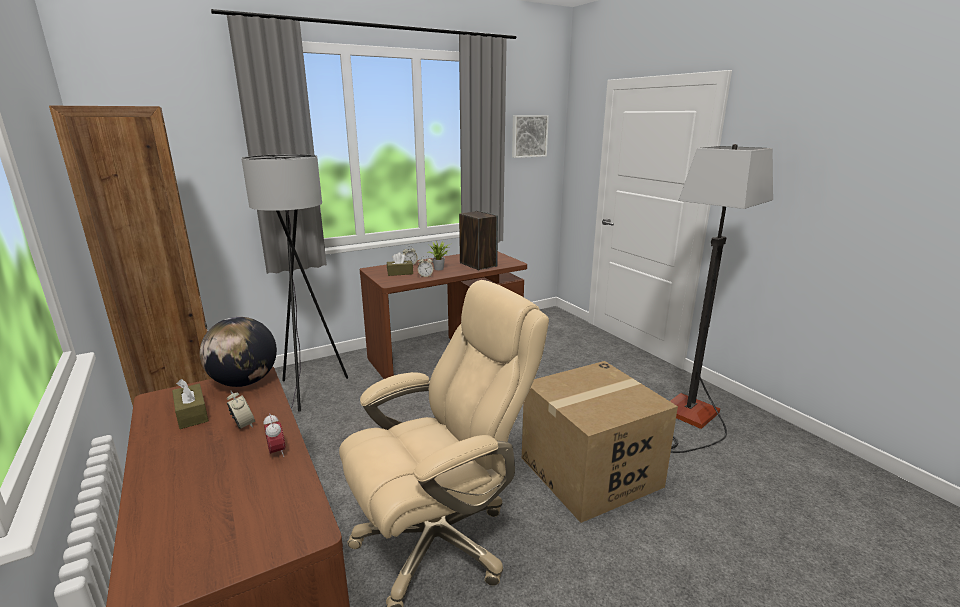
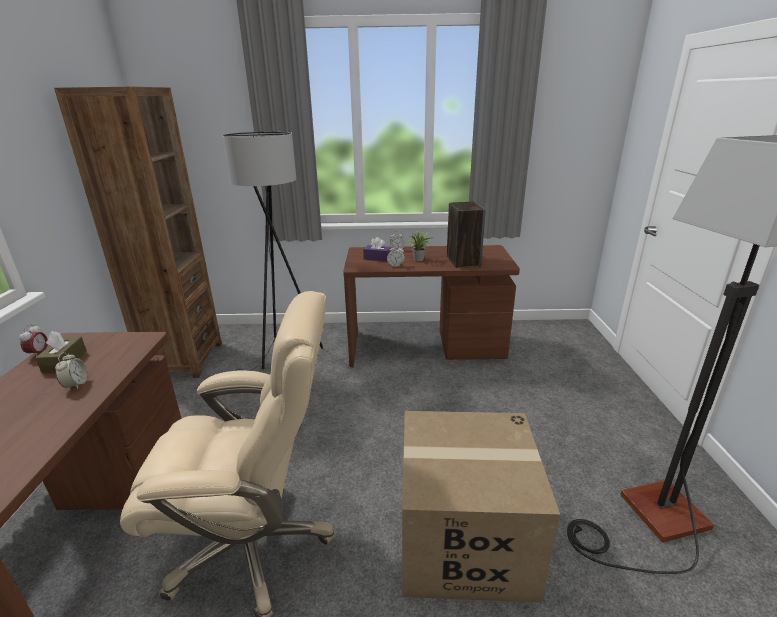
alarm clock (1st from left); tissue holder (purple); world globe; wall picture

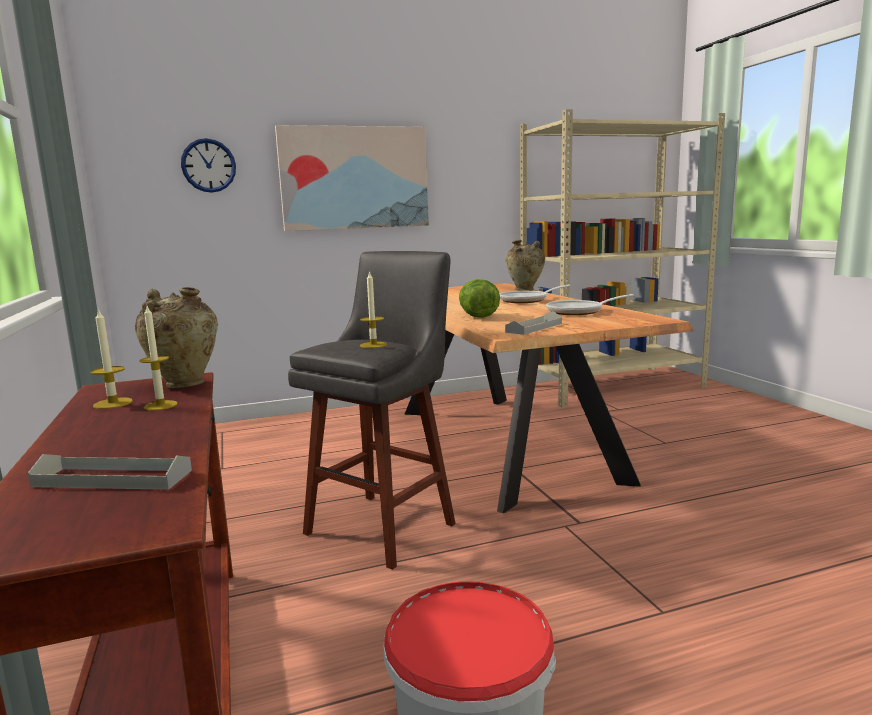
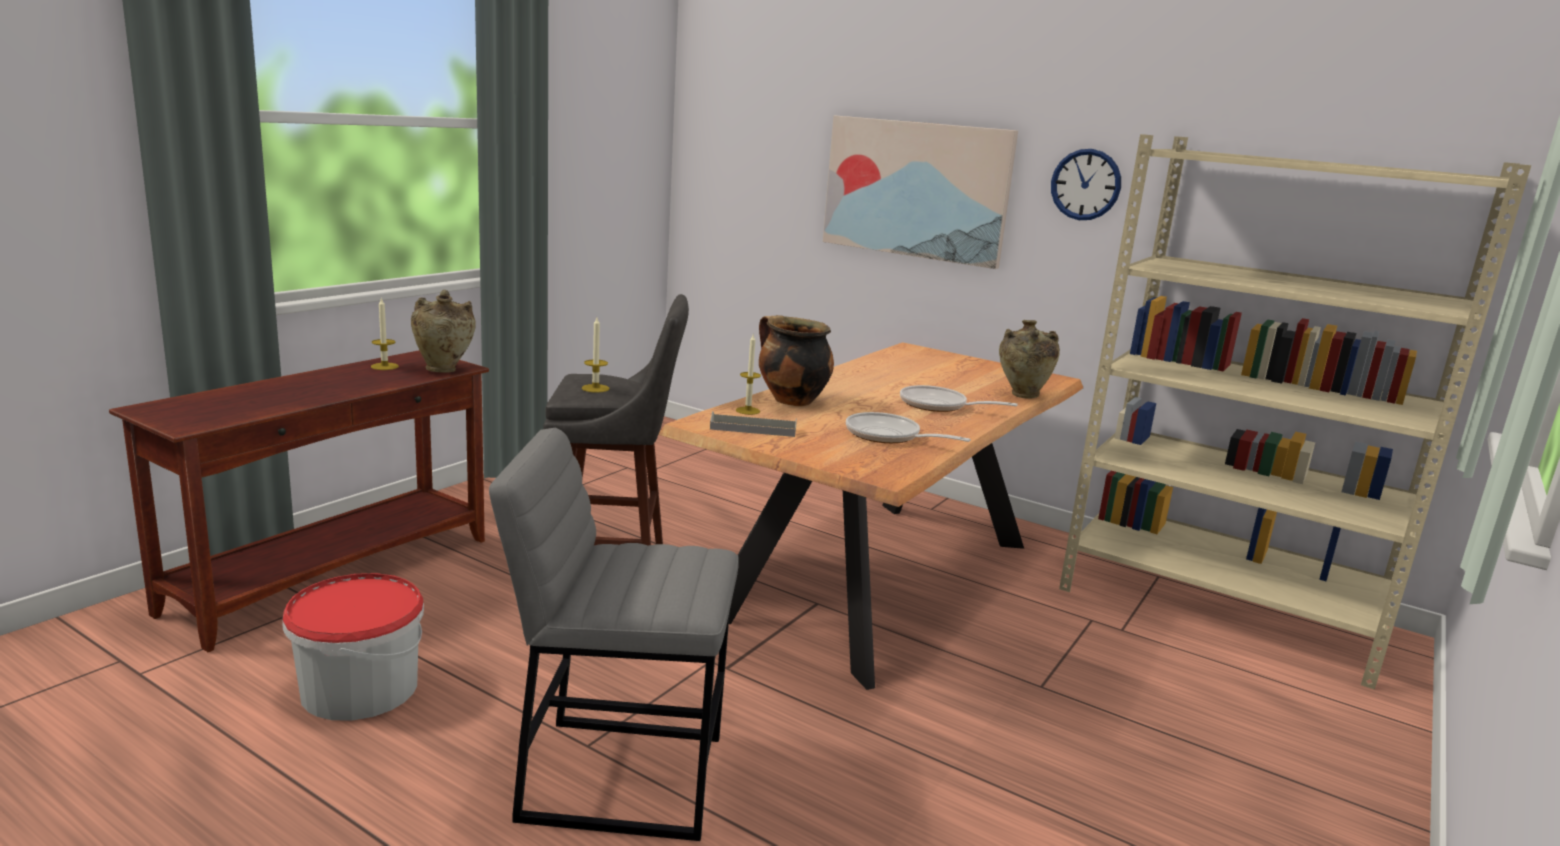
upright chair (gray); candle (3rd from left); saucepot; hanging clock; serving tray (gray) (1st from left in the first image)

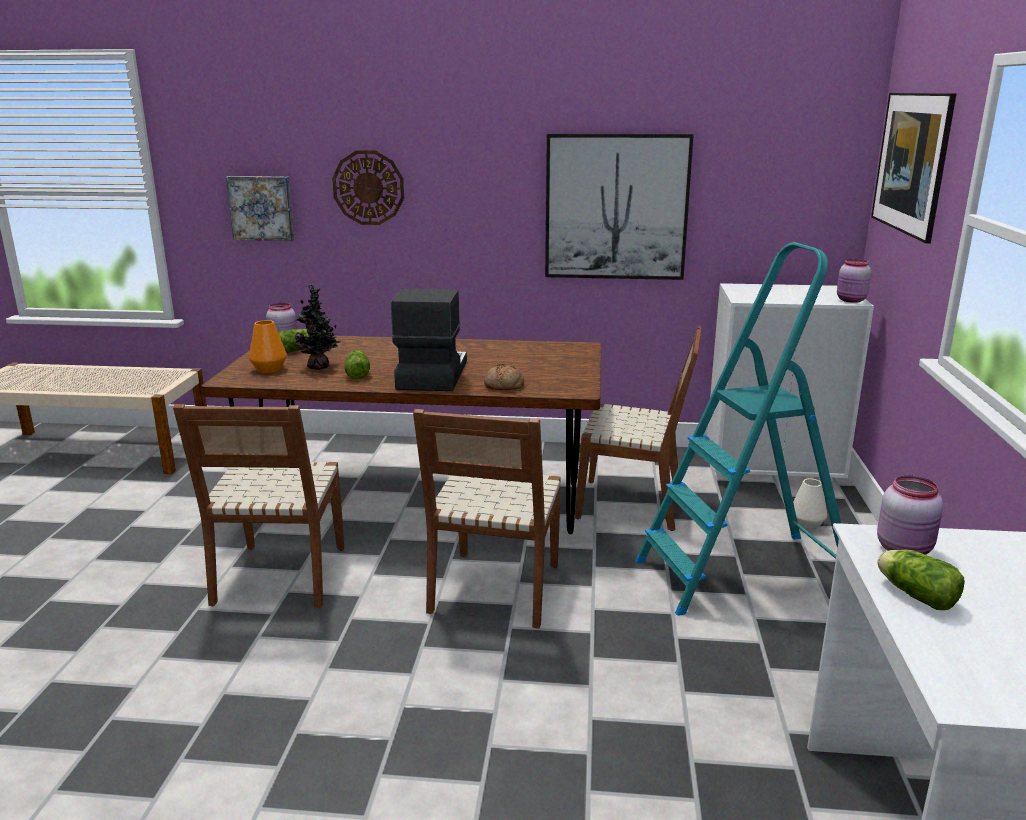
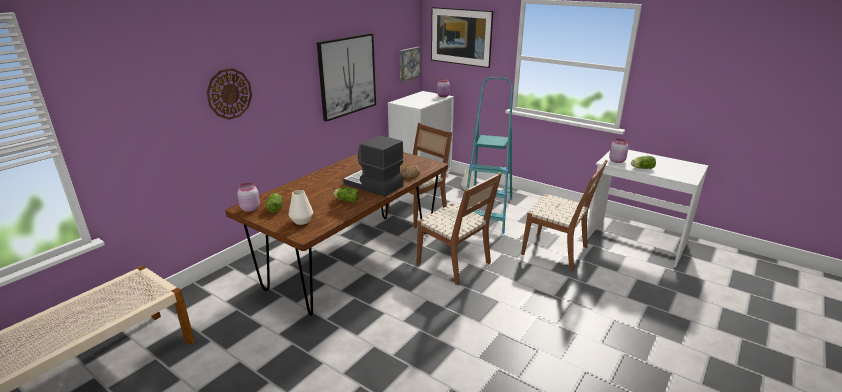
flower vase (whitish) (1st from left); wall picture (2nd from left); upright chair (3rd from left); plant in a pot

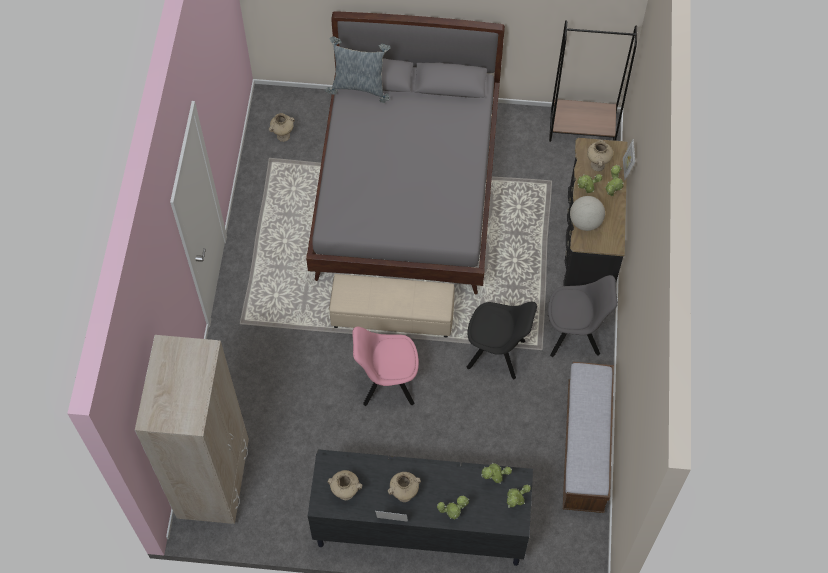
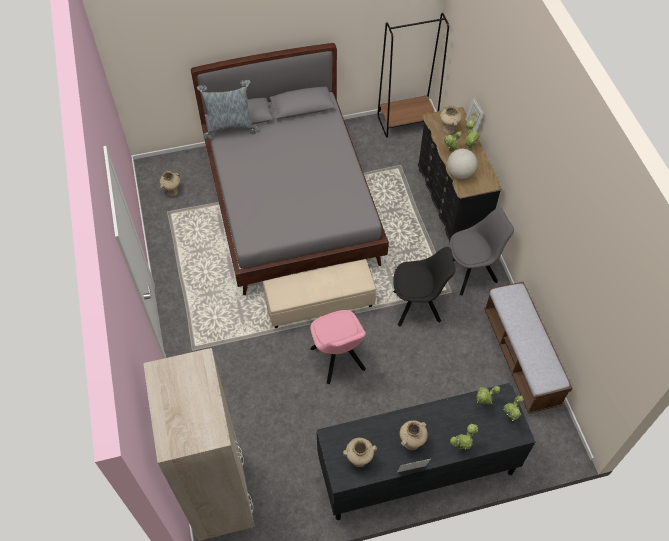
upright chair (pink)

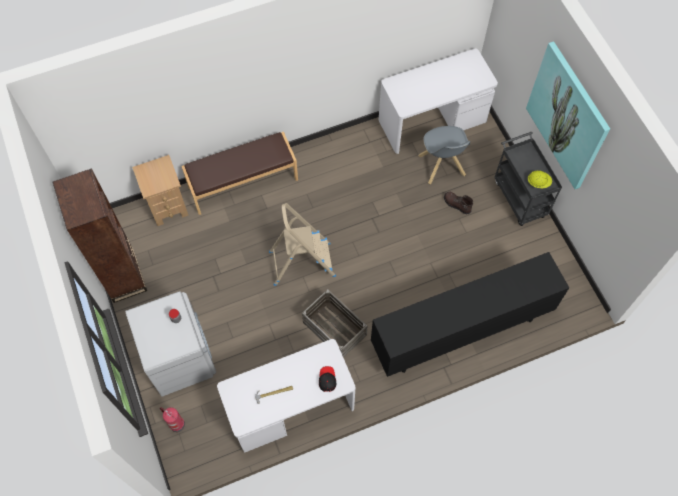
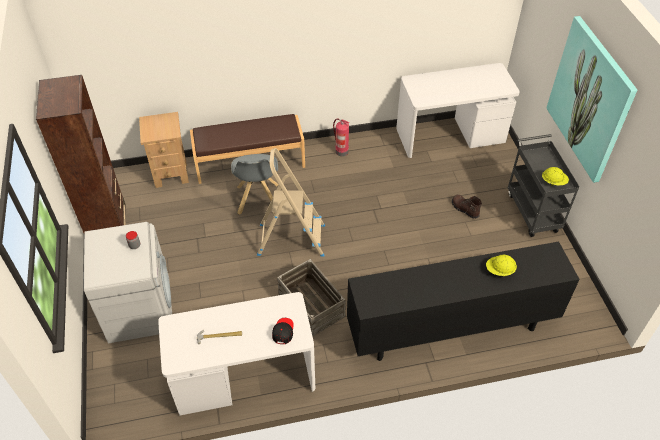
upright chair (gray); fire extinguisher; safety helmet (yellow) (1st from left)

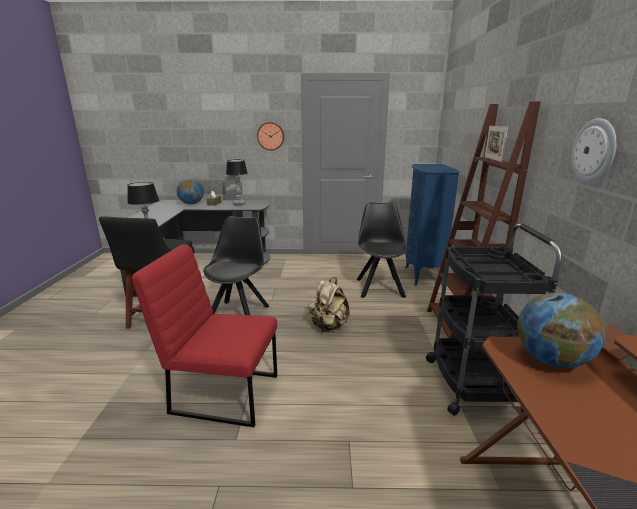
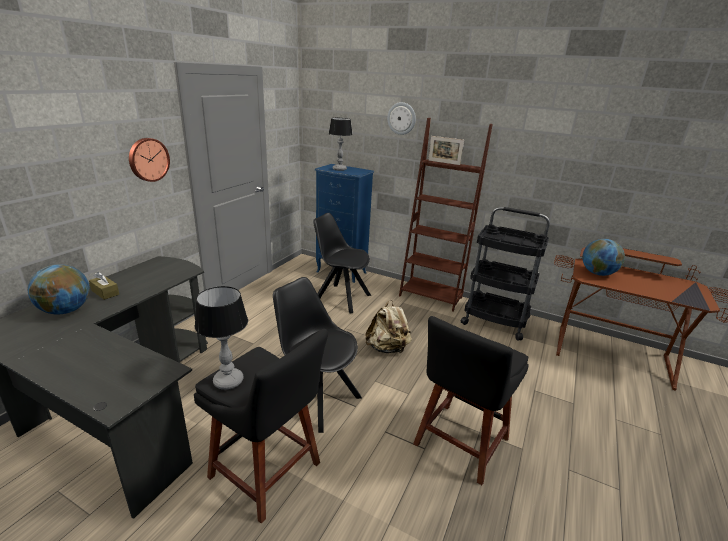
tabletop lamp (2nd from left); hanging clock (2nd from left); stool (blackish) (2nd from left)

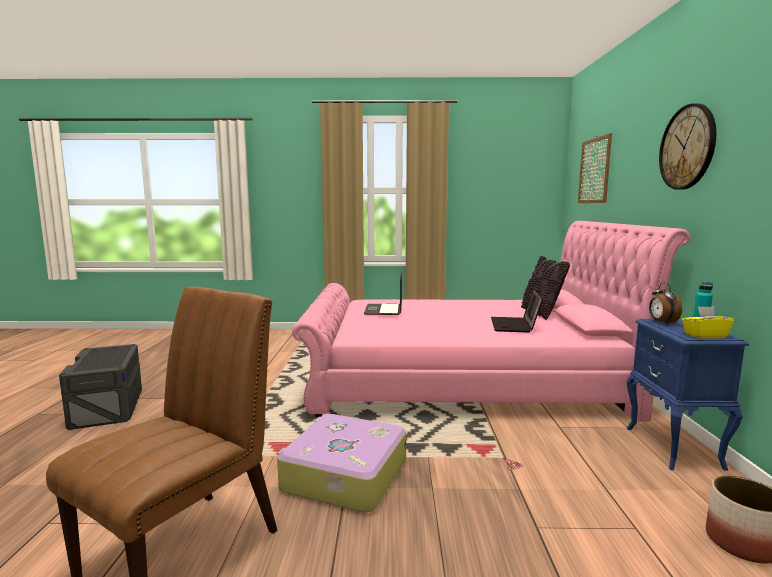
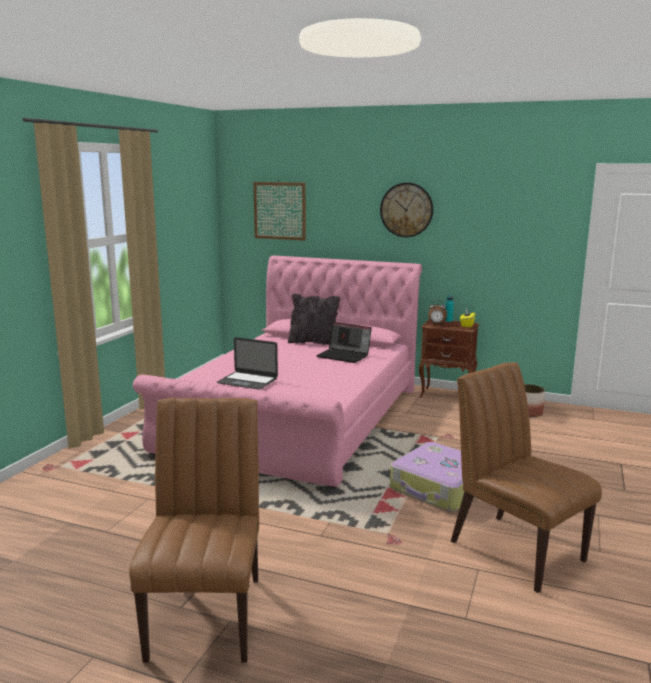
upright chair (brown-coloured) (1st from left); bedside table (brown-coloured)

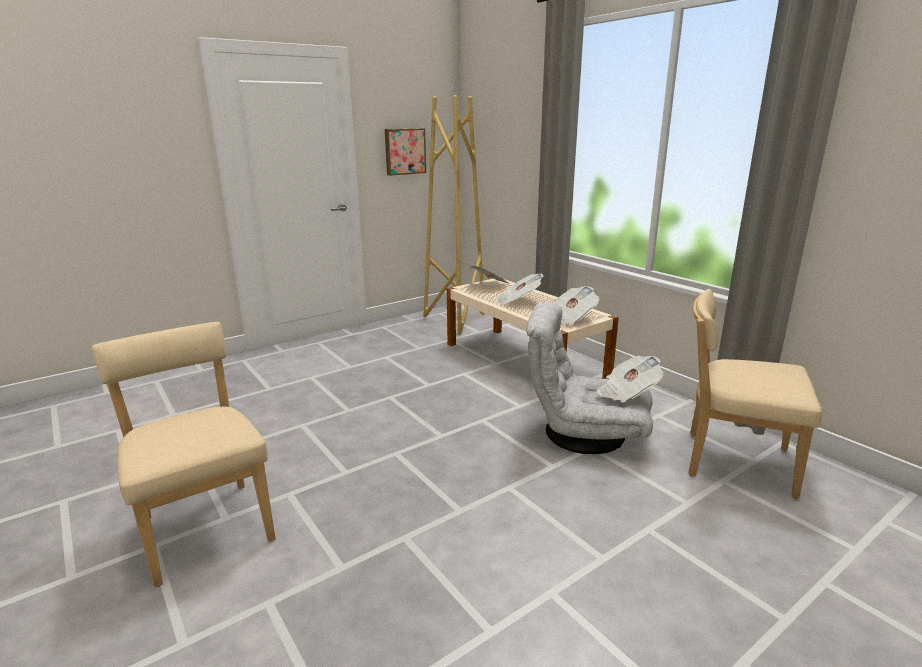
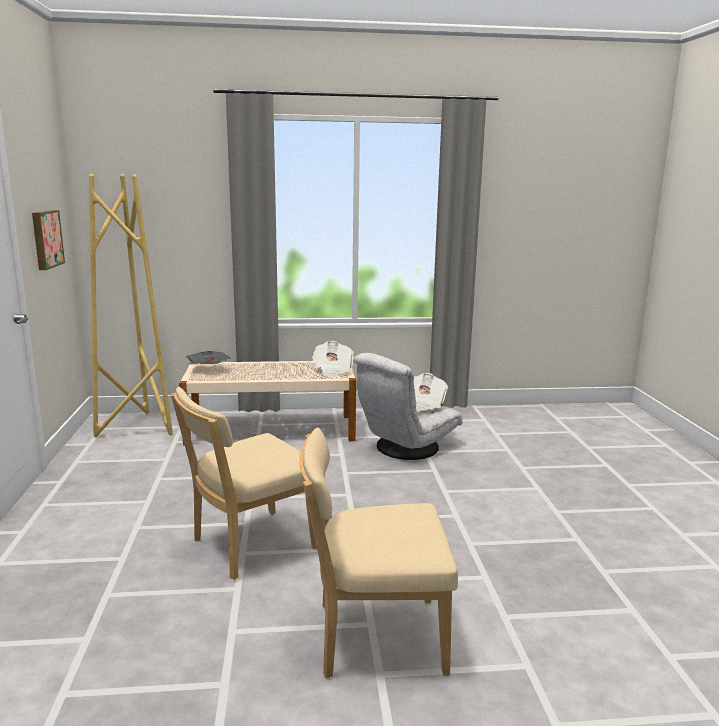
upright chair (sand-coloured) (1st from left); printed paper (2nd from left in the first image)

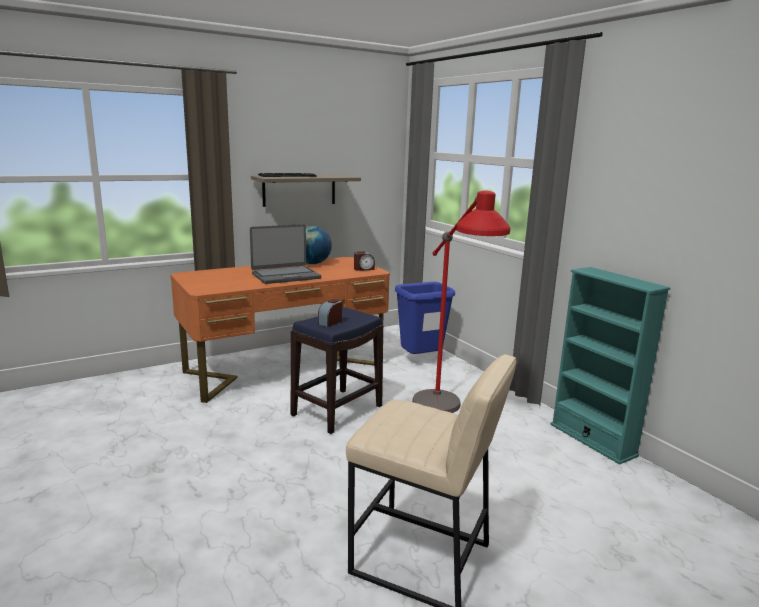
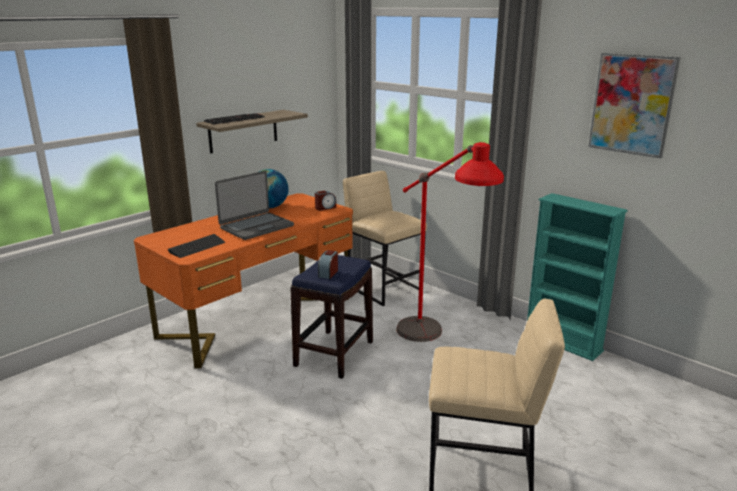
PC keyboard (1st from left); upright chair (sand-coloured) (1st from left); wall picture

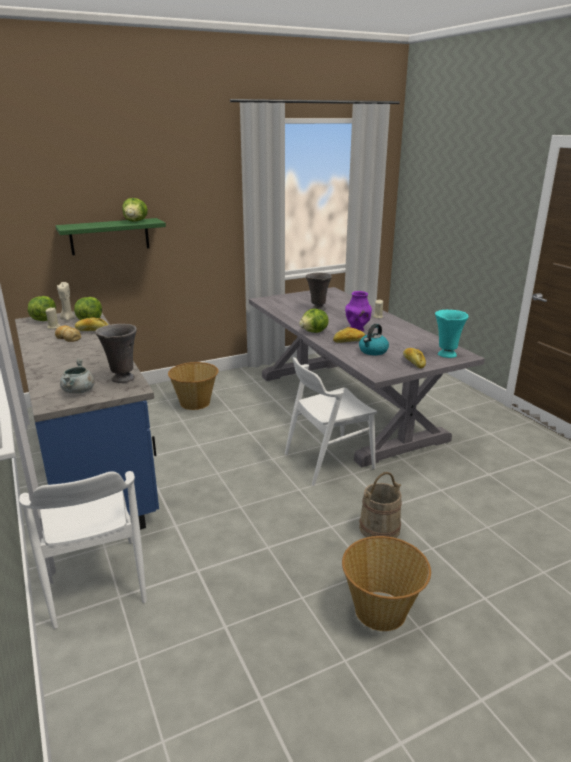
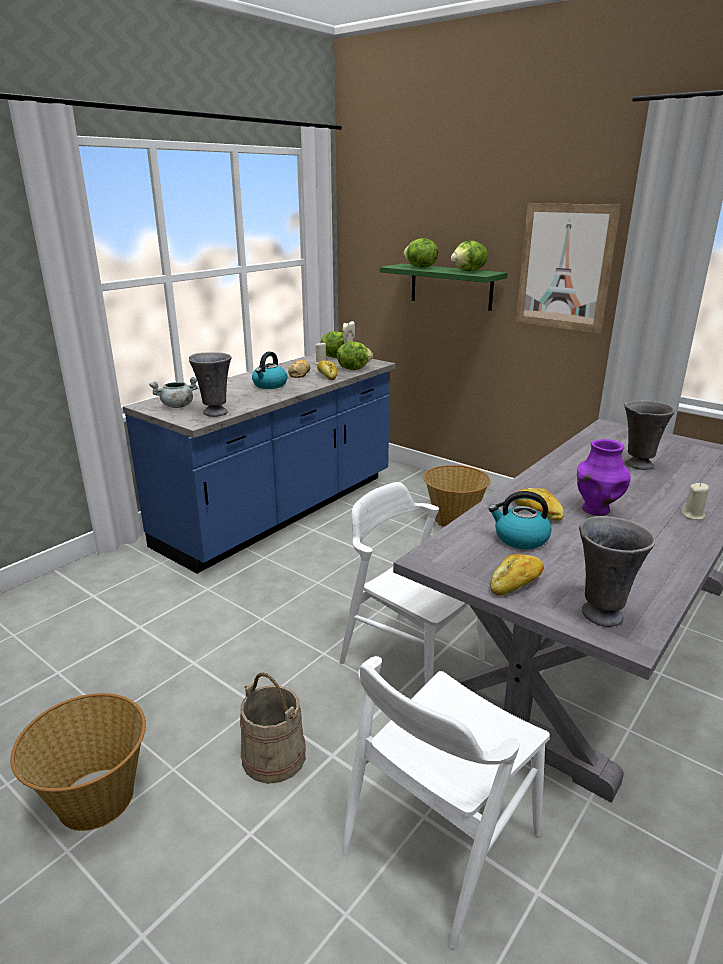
tea kettle (1st from left); upright chair (whitish) (2nd from left); lettuce head (3rd from left); wall picture; flower vase (gray) (2nd from left)

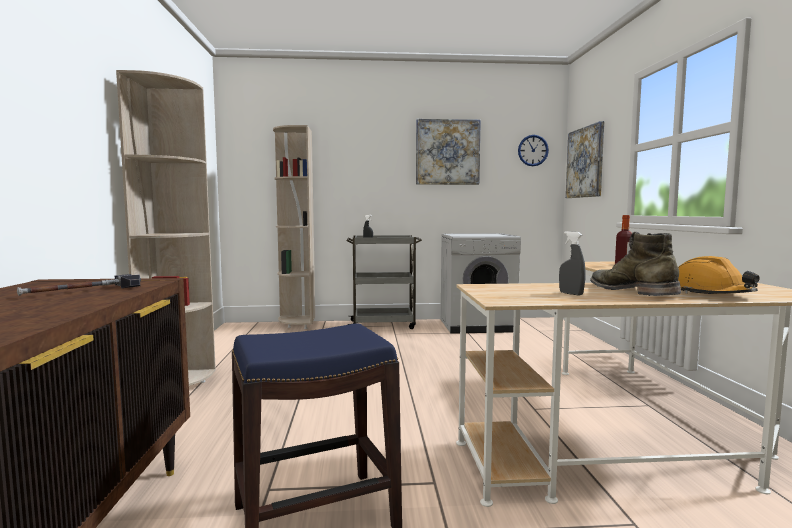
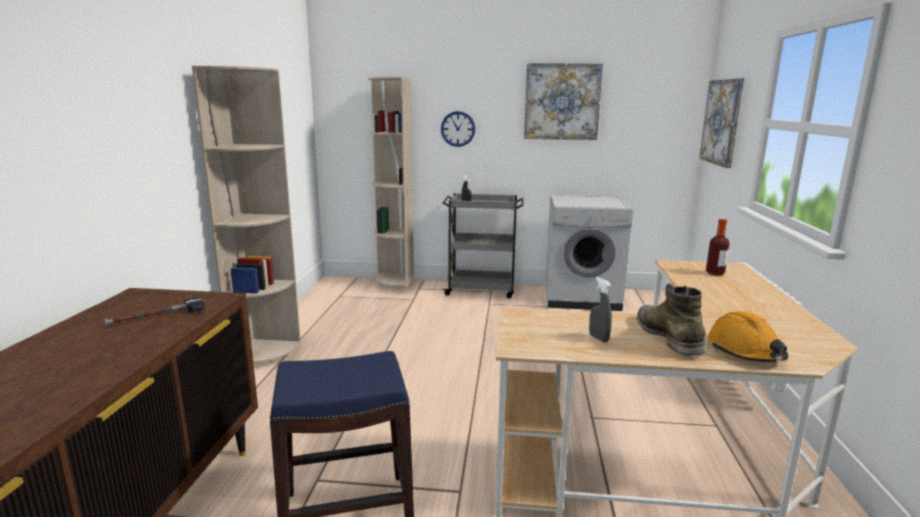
hanging clock

